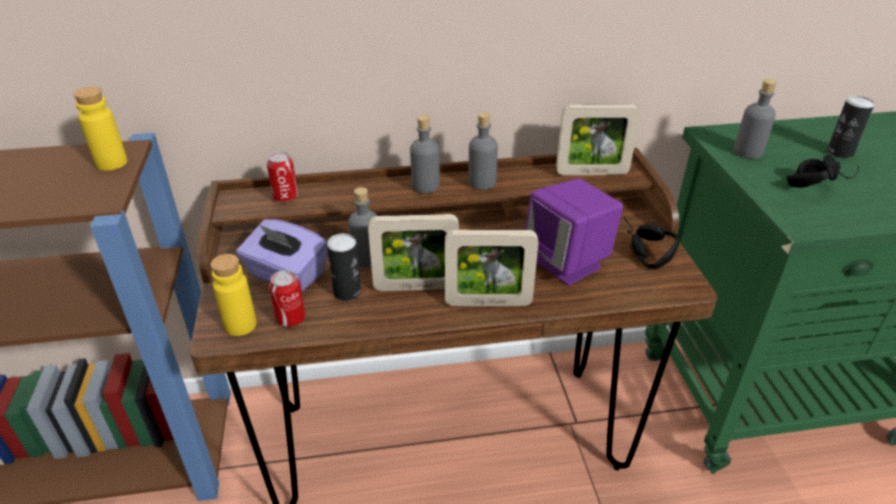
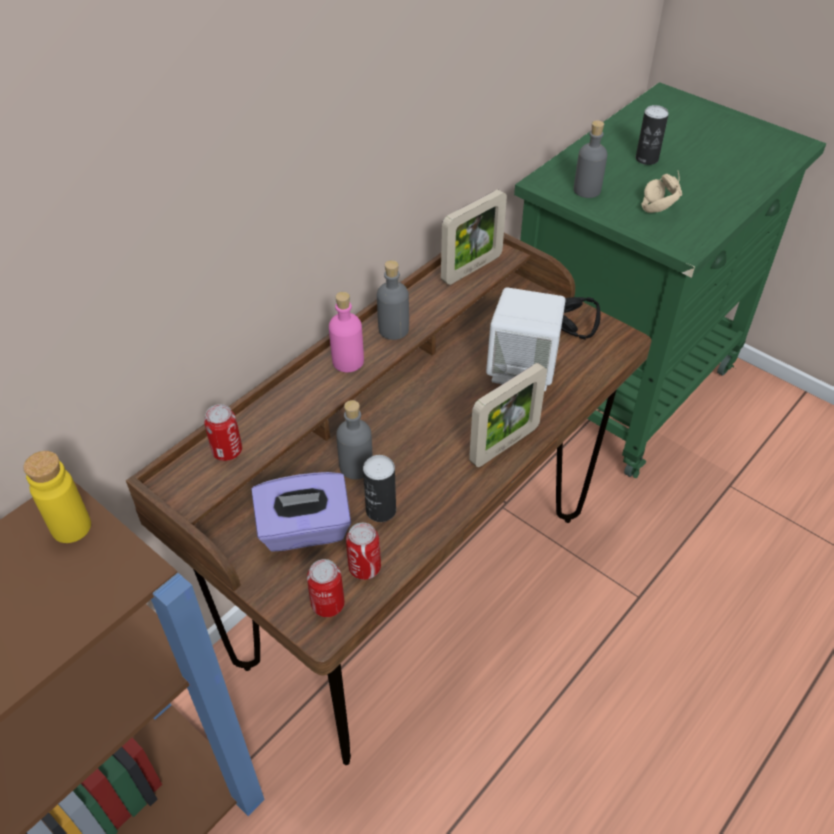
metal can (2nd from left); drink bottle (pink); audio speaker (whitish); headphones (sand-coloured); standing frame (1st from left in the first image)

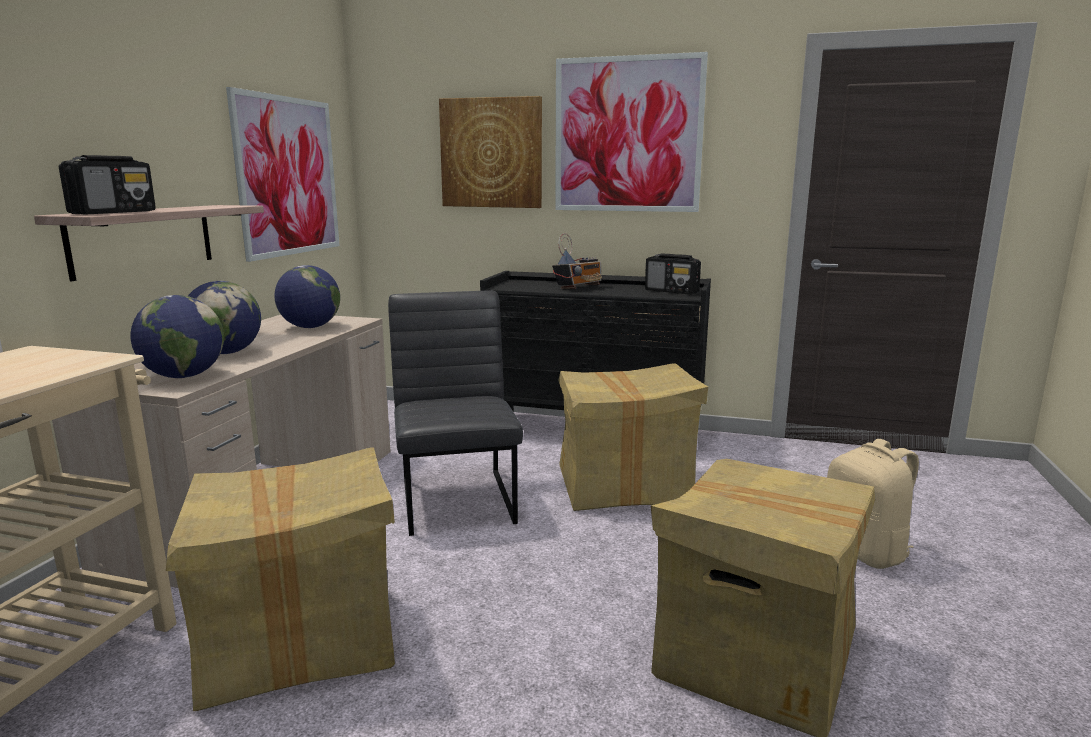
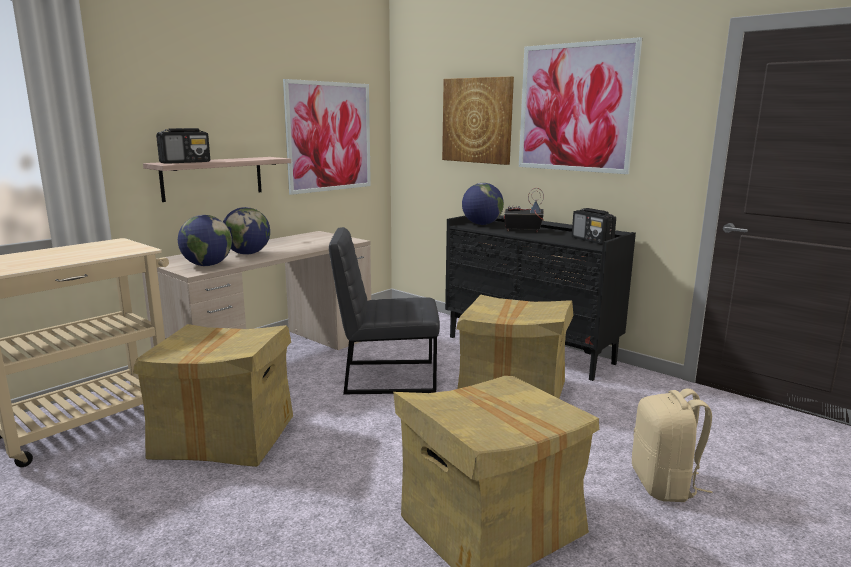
upright chair (gray); world globe (3rd from left); radio (2nd from left)

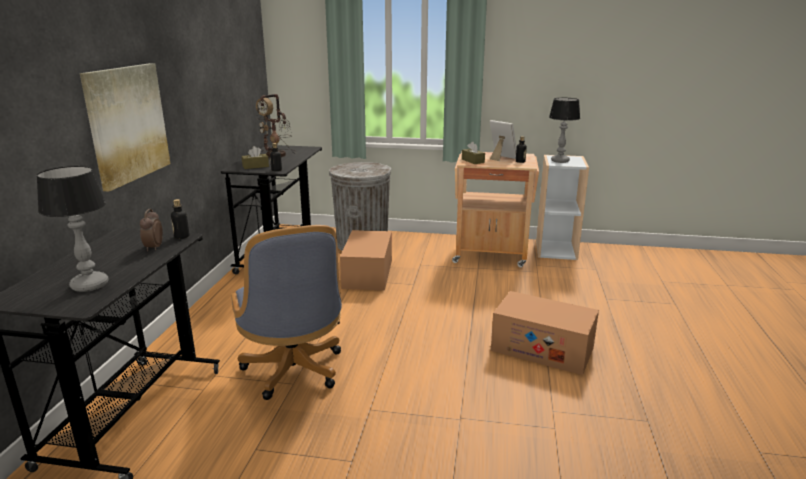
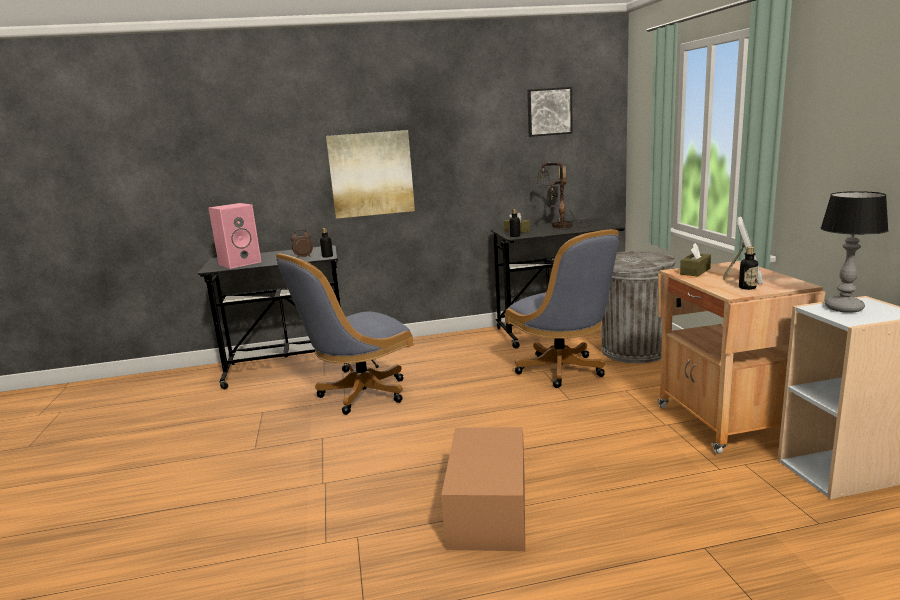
audio speaker (pink); office chair (blue-coloured) (2nd from left); wall picture (2nd from left)

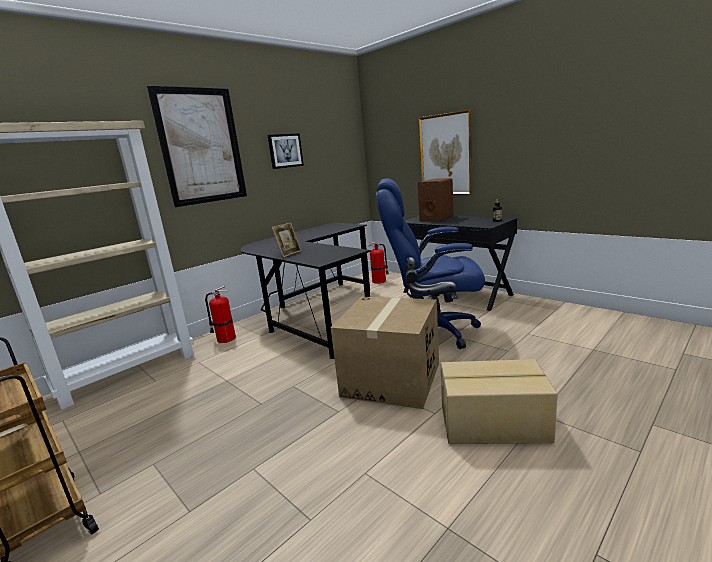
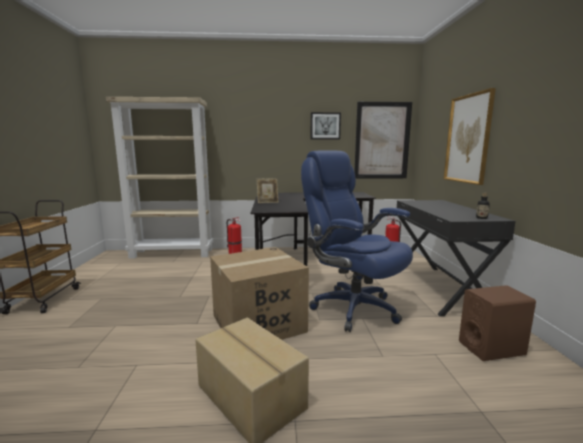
wall picture (2nd from left); audio speaker (brown-coloured)

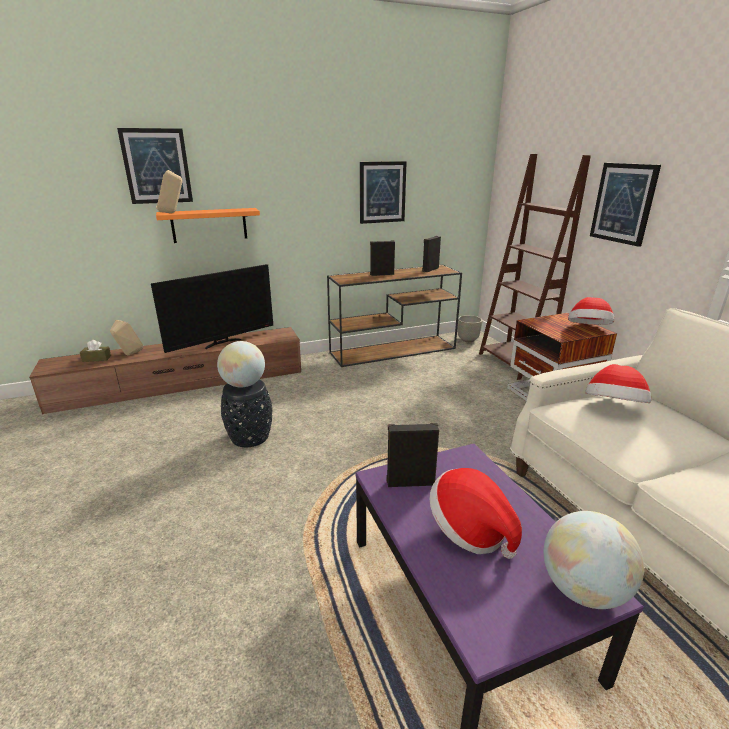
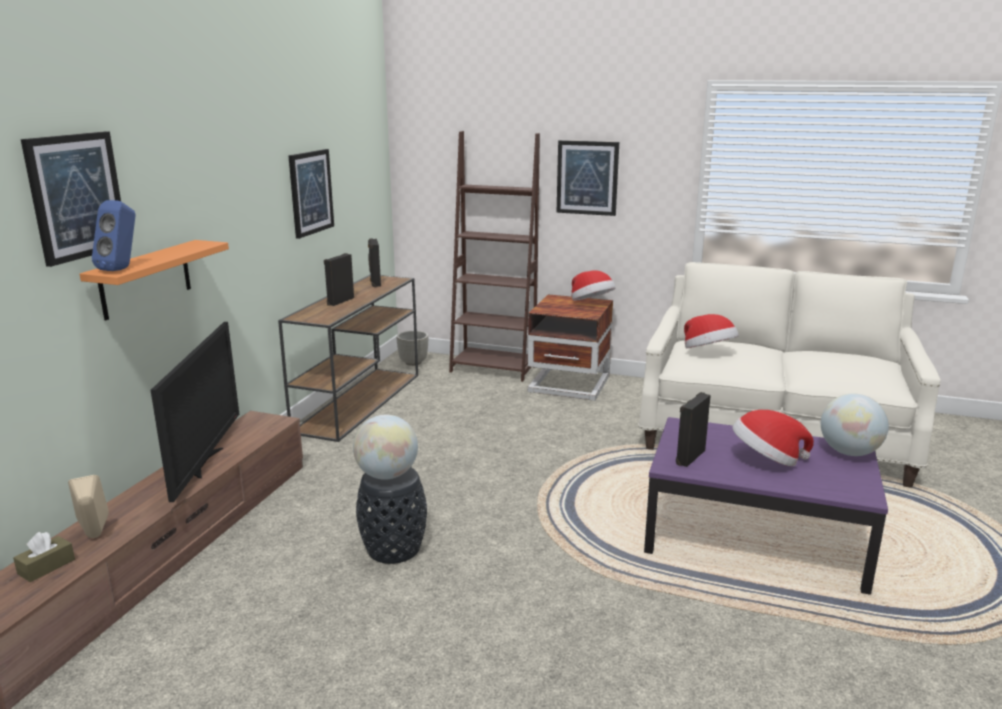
audio speaker (blue-coloured)

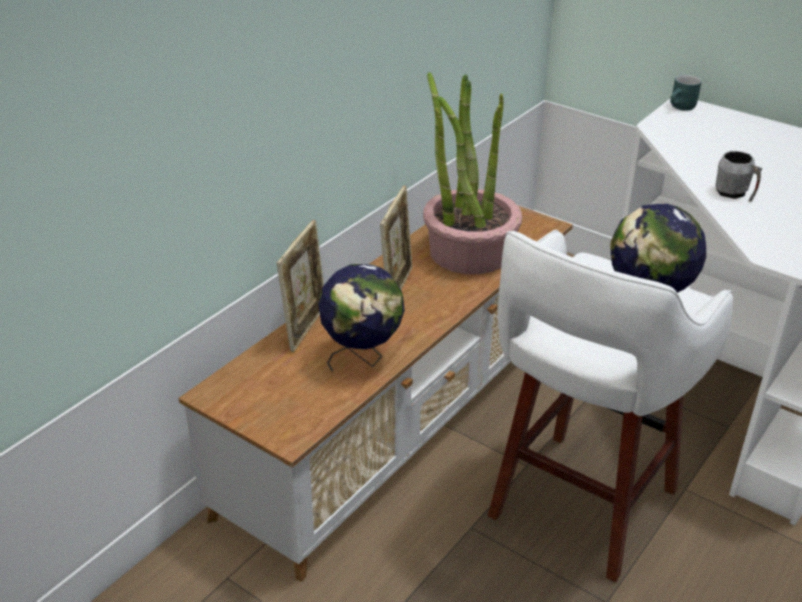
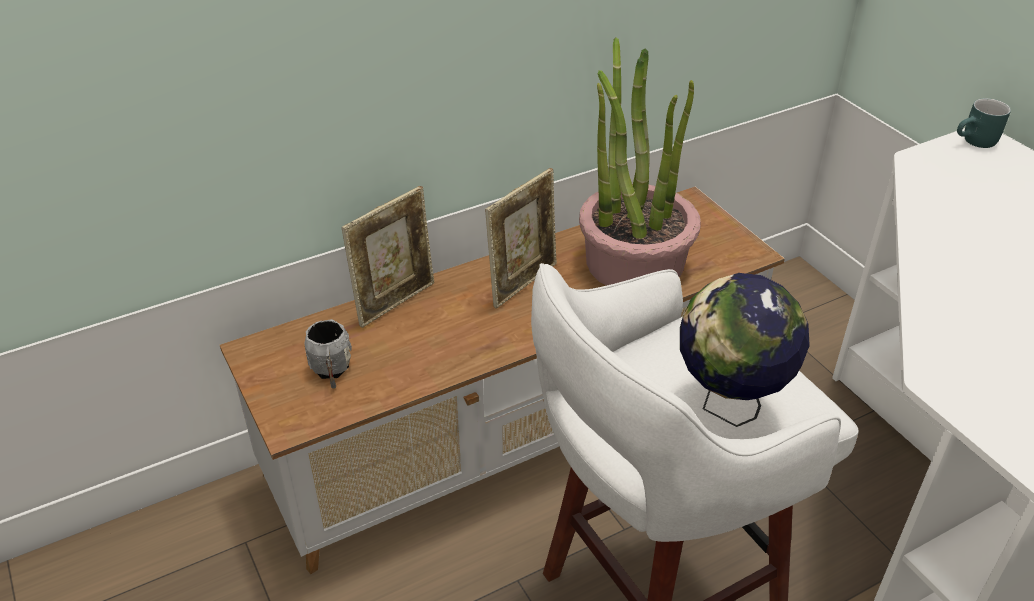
tea mug (gray); world globe (1st from left in the first image)

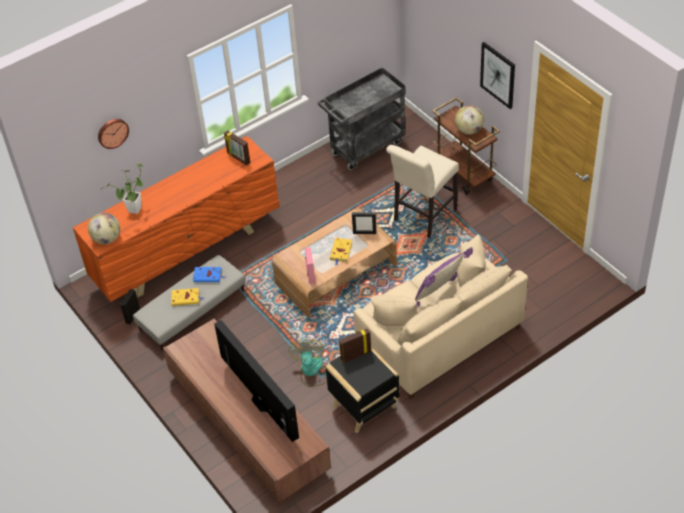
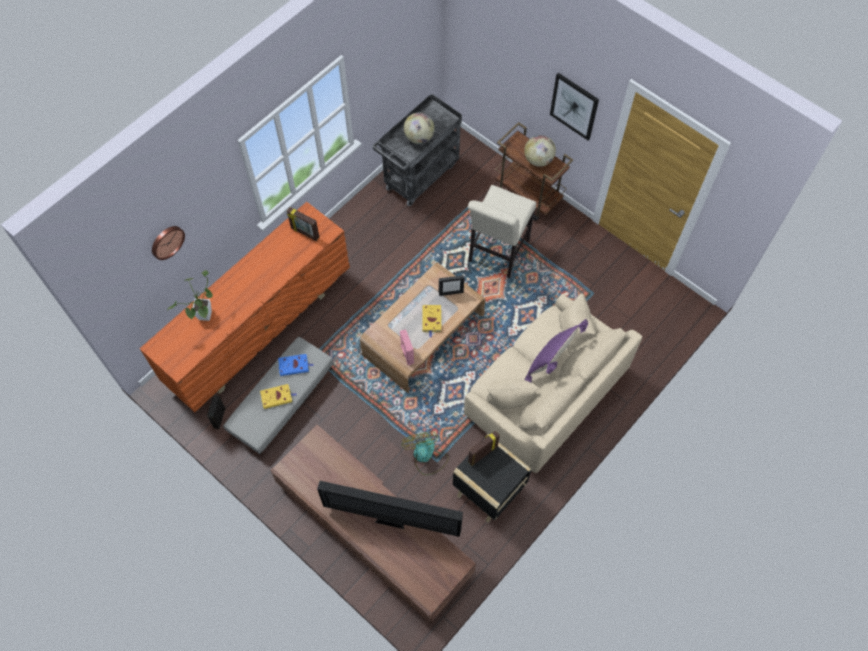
TV set; world globe (1st from left)

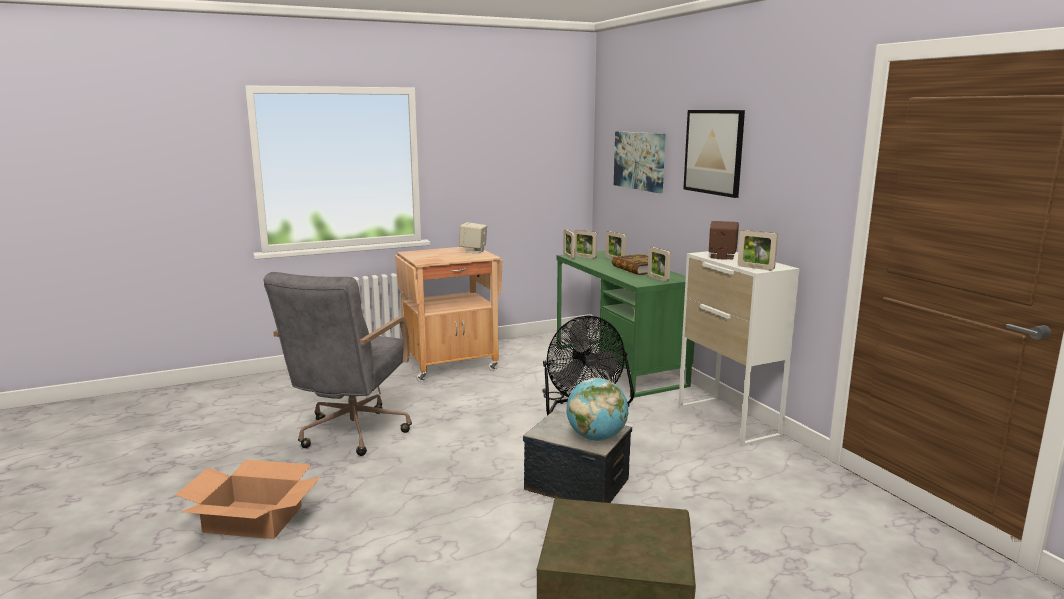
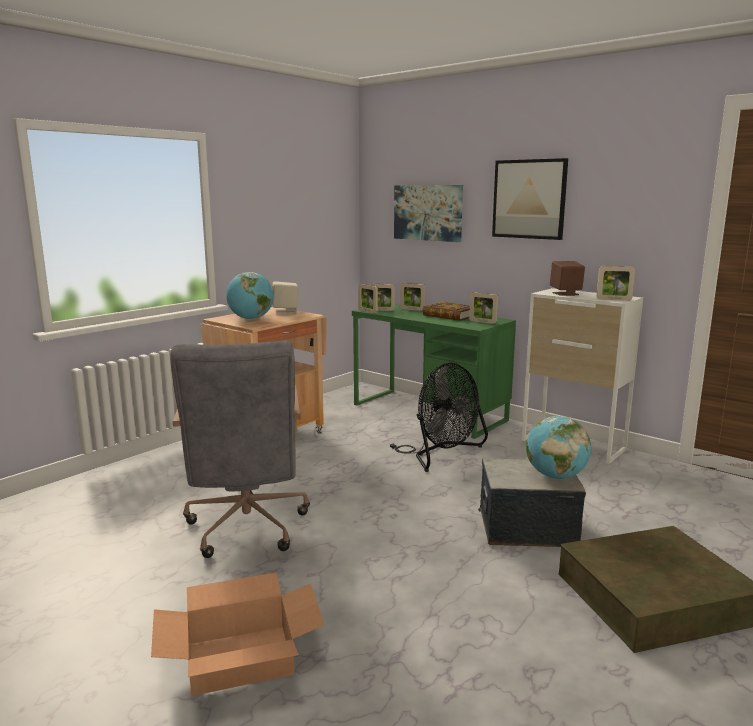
world globe (1st from left)

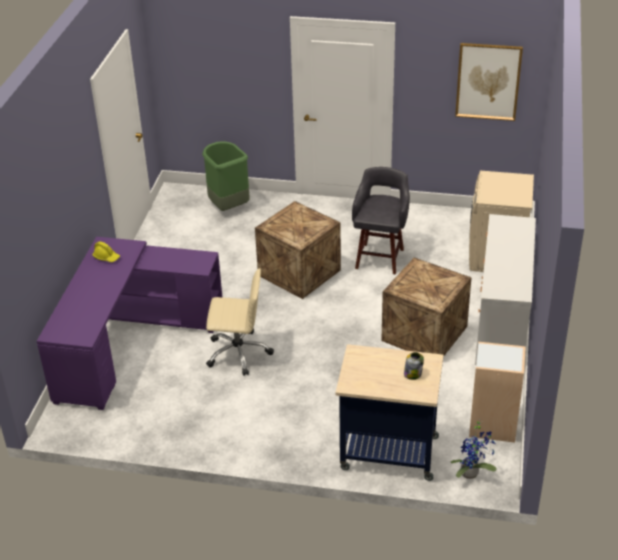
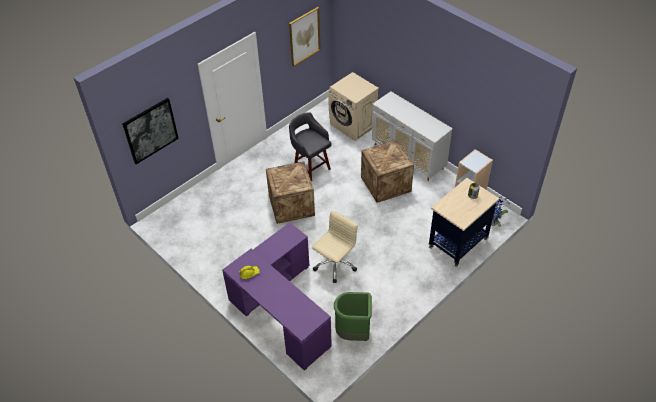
wall picture (1st from left); trash can (green-coloured)

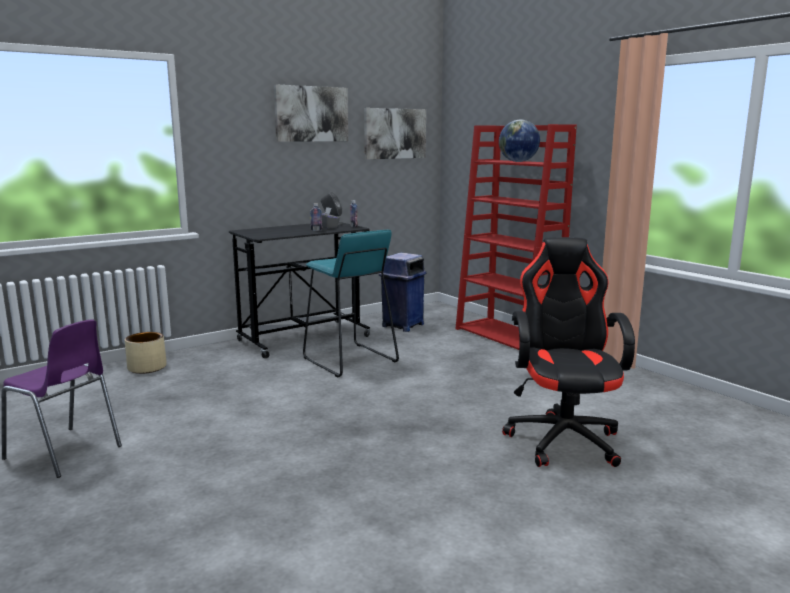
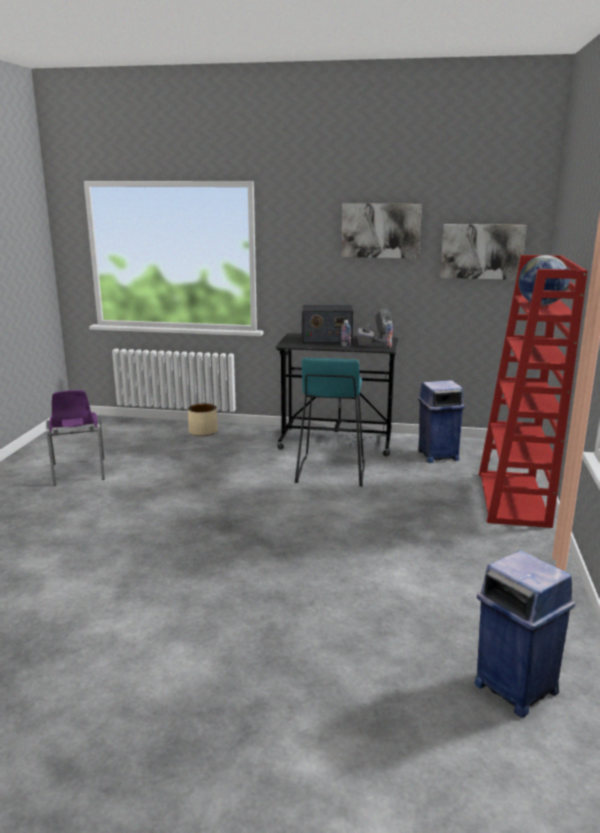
radio; trash can (blue-coloured) (2nd from left); office chair (blackish)

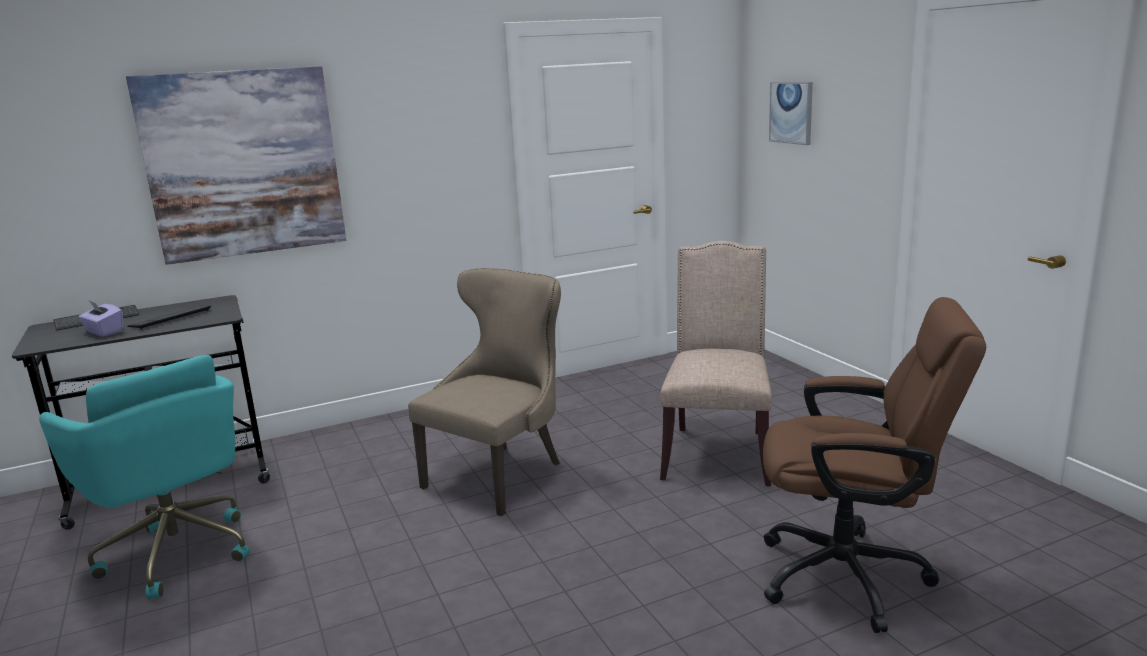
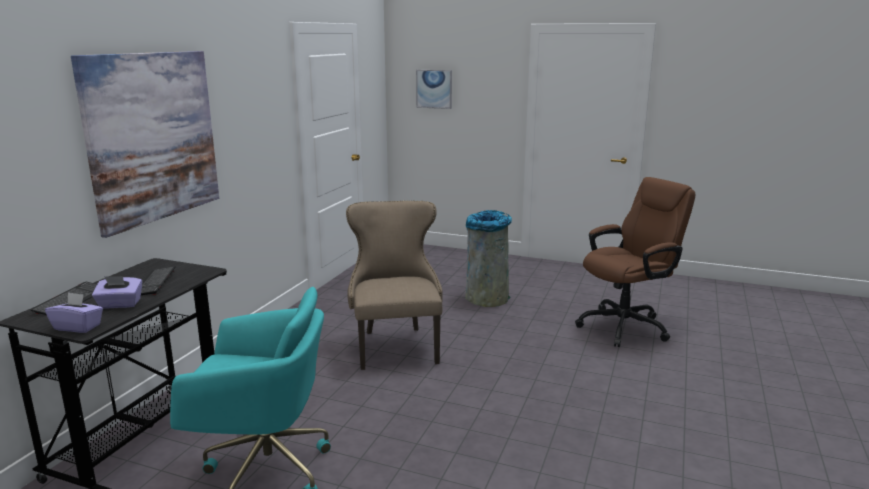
tissue holder (purple) (1st from left); trash can (gray)

